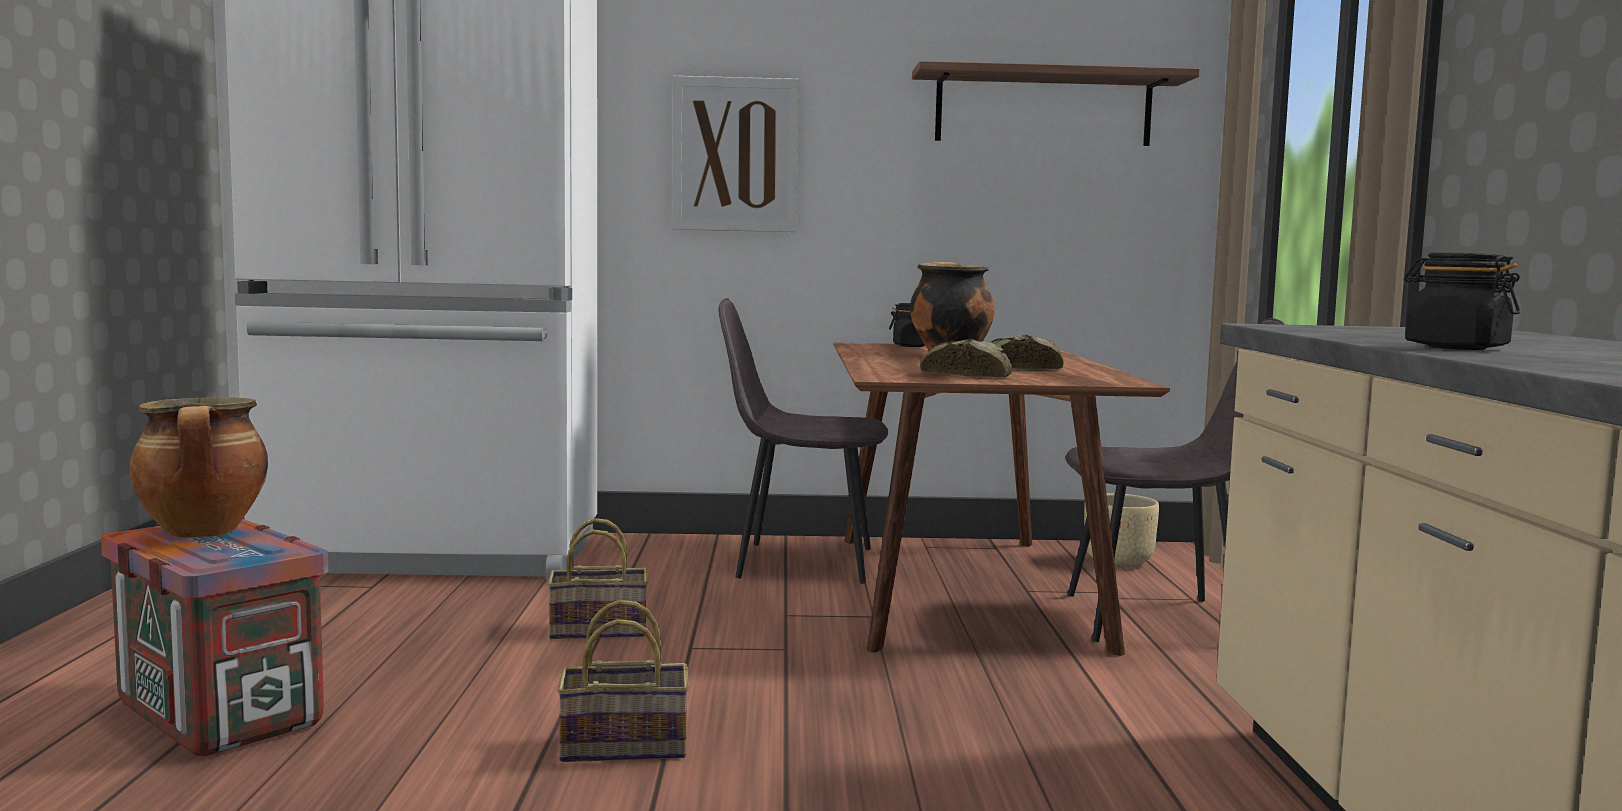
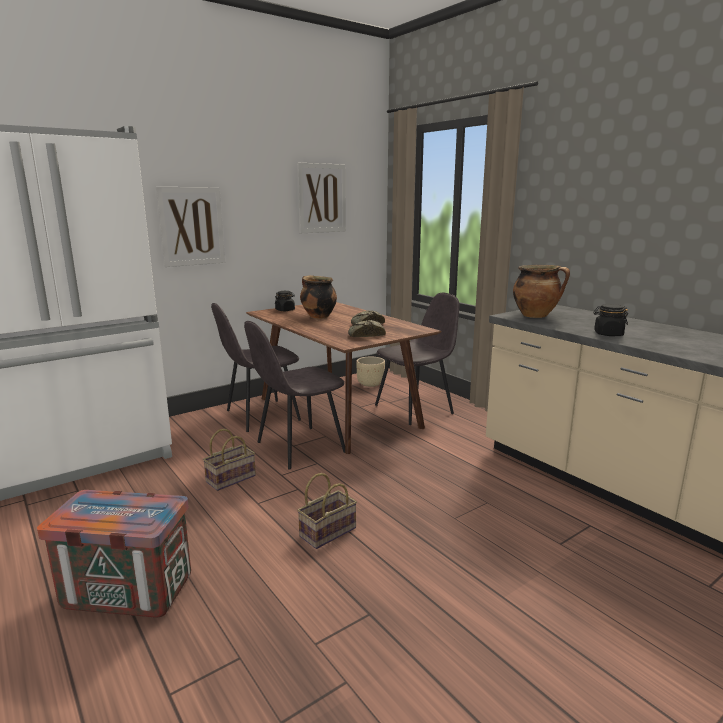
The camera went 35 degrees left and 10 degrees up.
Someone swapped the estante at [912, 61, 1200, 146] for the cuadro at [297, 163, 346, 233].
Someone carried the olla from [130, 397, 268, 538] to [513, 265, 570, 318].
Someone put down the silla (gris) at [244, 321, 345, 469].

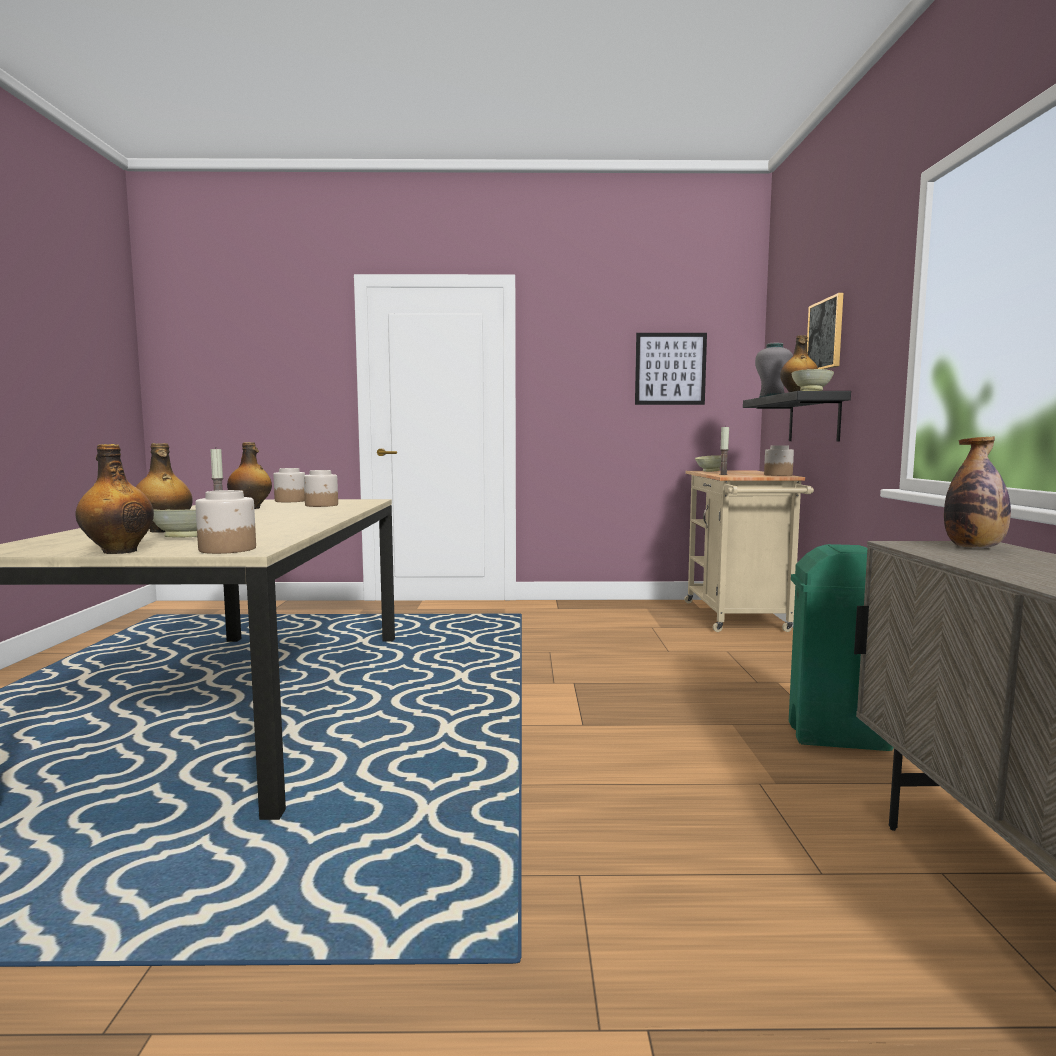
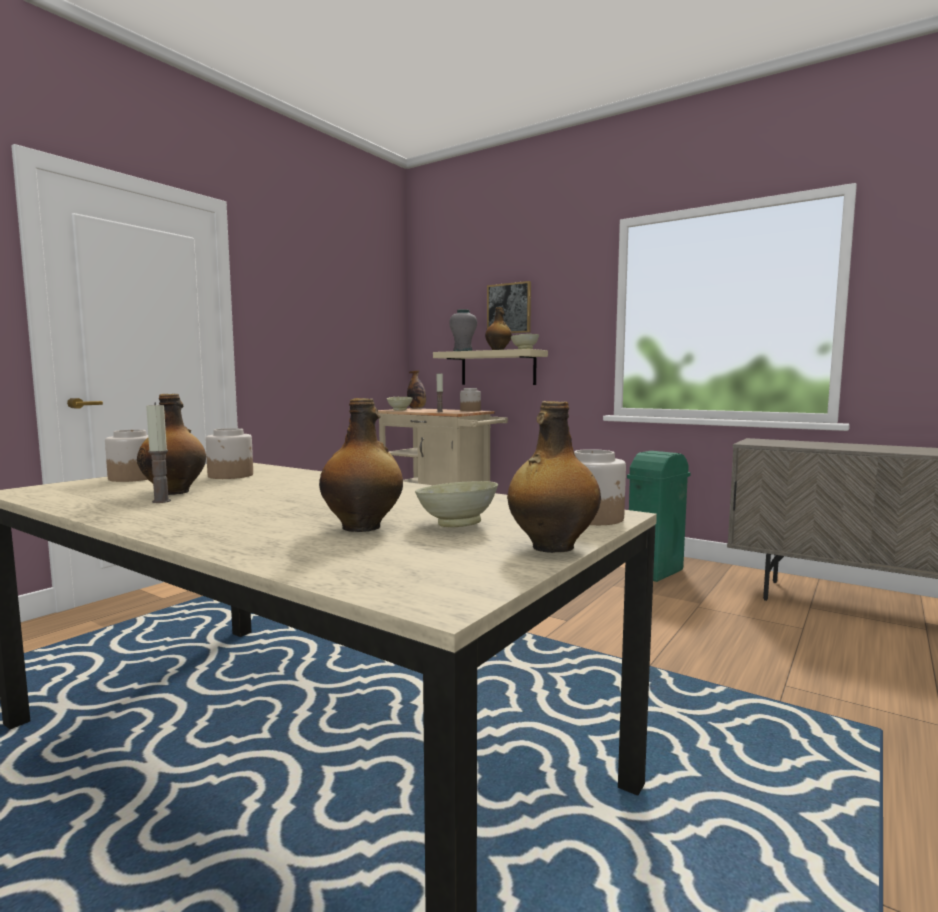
The camera went 55 degrees left and 0 degrees up.
Someone took away the cuadro at [635, 333, 707, 405].
Someone repainted the estante (negro) at [743, 391, 851, 442], which became the estante (beis) at [433, 349, 548, 385].
Someone carried the botella from [944, 437, 1011, 548] to [407, 371, 426, 409].

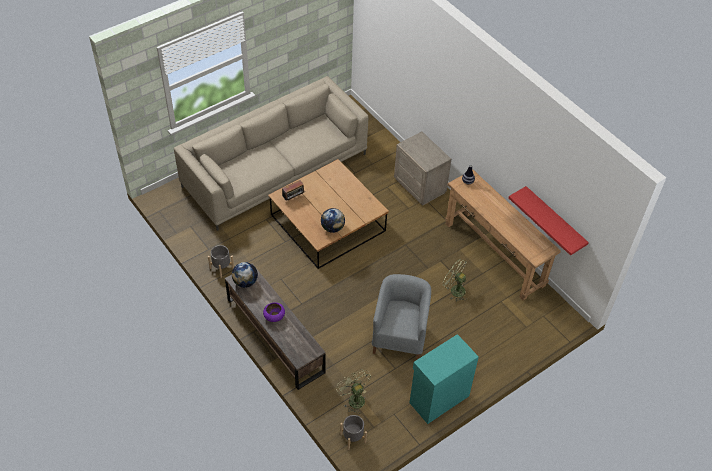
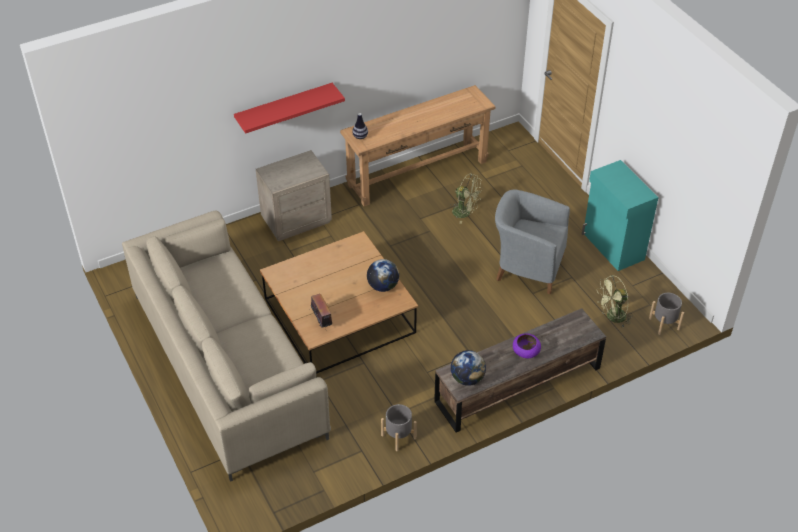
The camera went 80 degrees left and 5 degrees down.
Someone carried the estante (rojo) from [509, 186, 589, 255] to [234, 83, 345, 134].
Someone rotated the ventilador (verde) at [442, 259, 467, 301] by 105 degrees counterclockwise.

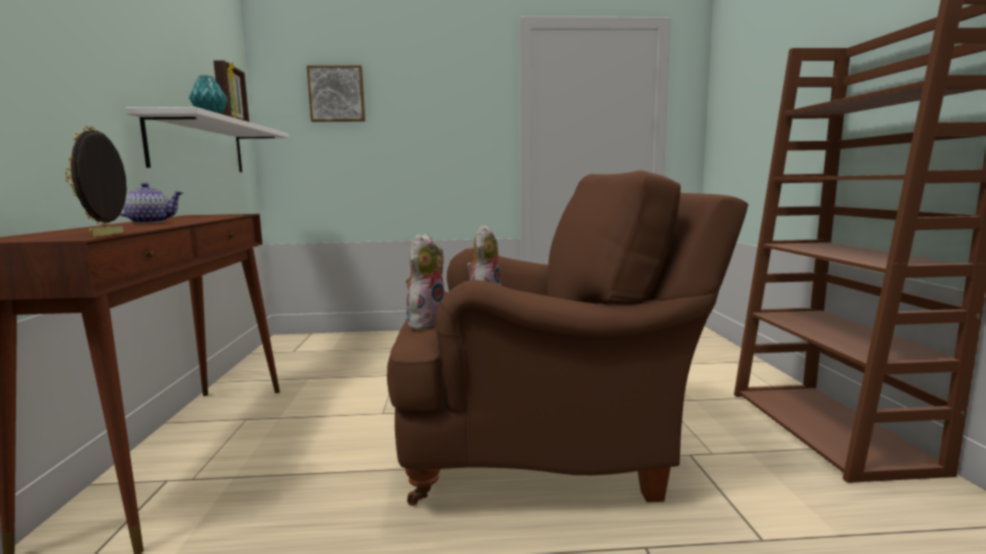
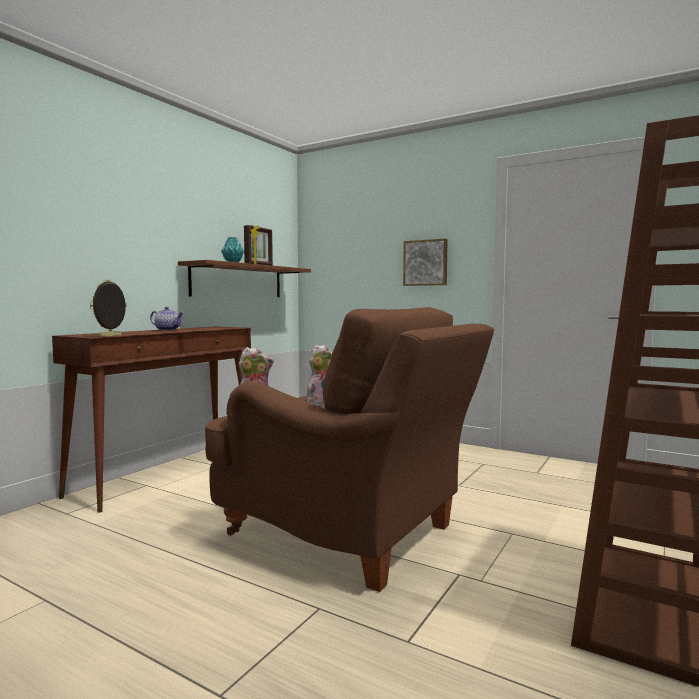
The camera went 35 degrees right and 5 degrees down.
Someone carried the cuadro from [307, 65, 365, 122] to [403, 238, 448, 286].
Someone repainted the estante (blanco) at [126, 107, 289, 172], which became the estante (marrón) at [178, 260, 311, 297].

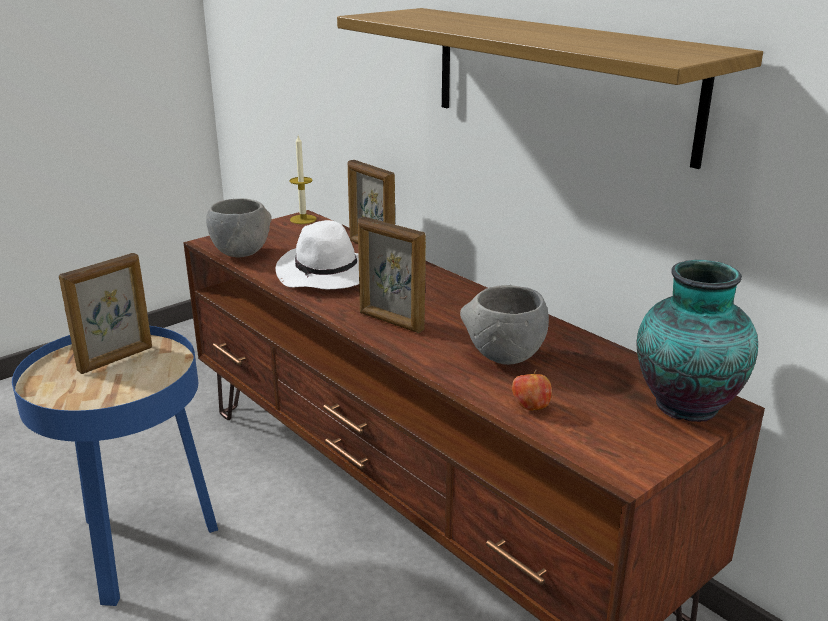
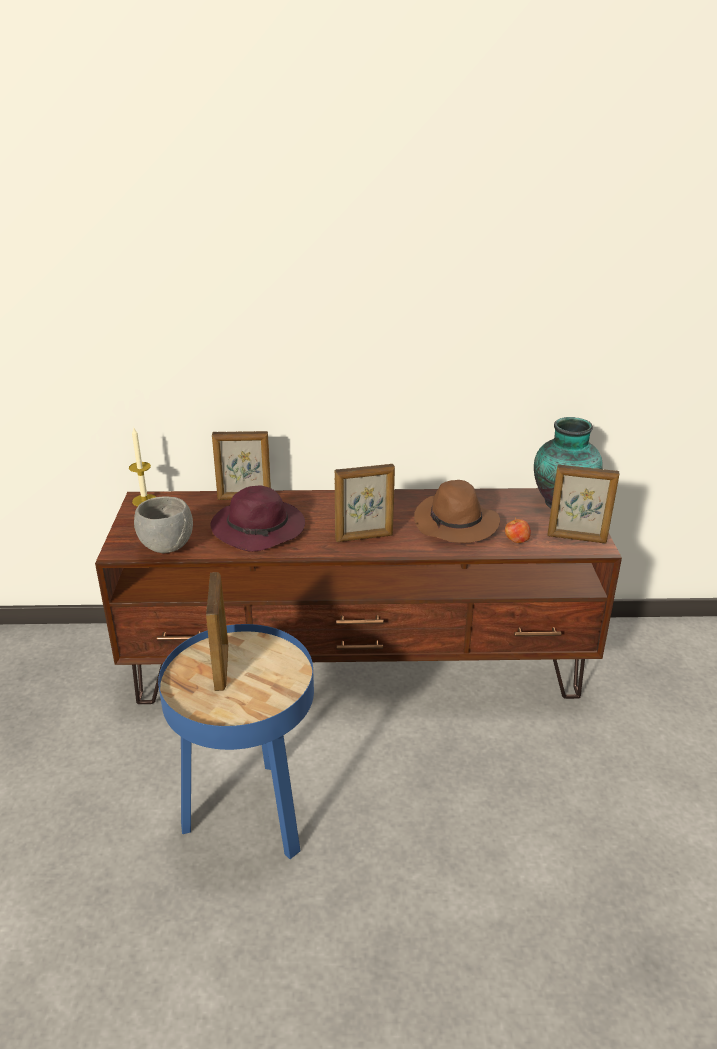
The camera went 50 degrees left and 5 degrees up.
Someone took away the estante at [337, 8, 763, 169].
Someone repainted the sombrero (blanco) at [275, 220, 359, 289], which became the sombrero (morado) at [211, 486, 305, 552].
Someone swapped the cuenco (gris) at [460, 285, 549, 365] for the sombrero (marrón) at [414, 480, 500, 543].
Someone put down the portarretratos at [548, 464, 619, 544].

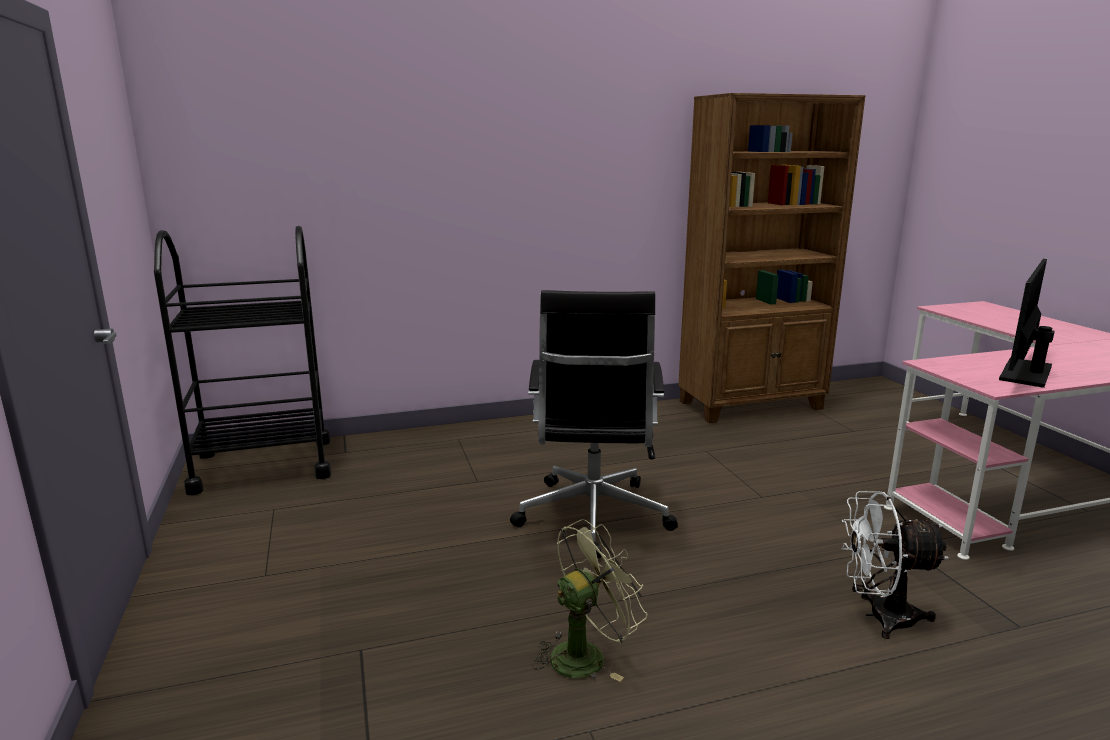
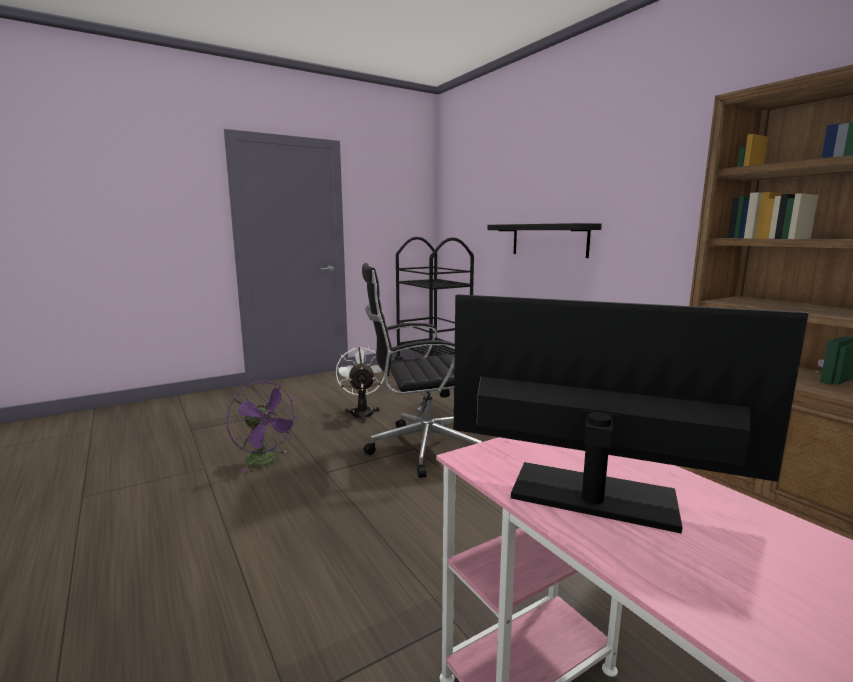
The camera went 75 degrees right and 5 degrees down.
Someone carried the ventilador (blanco) from [842, 491, 948, 639] to [336, 347, 384, 423].
Someone repainted the ventilador (verde) at [532, 519, 648, 682], which became the ventilador (morado) at [227, 381, 299, 473].
Someone put up the estante (negro) at [487, 223, 602, 258].

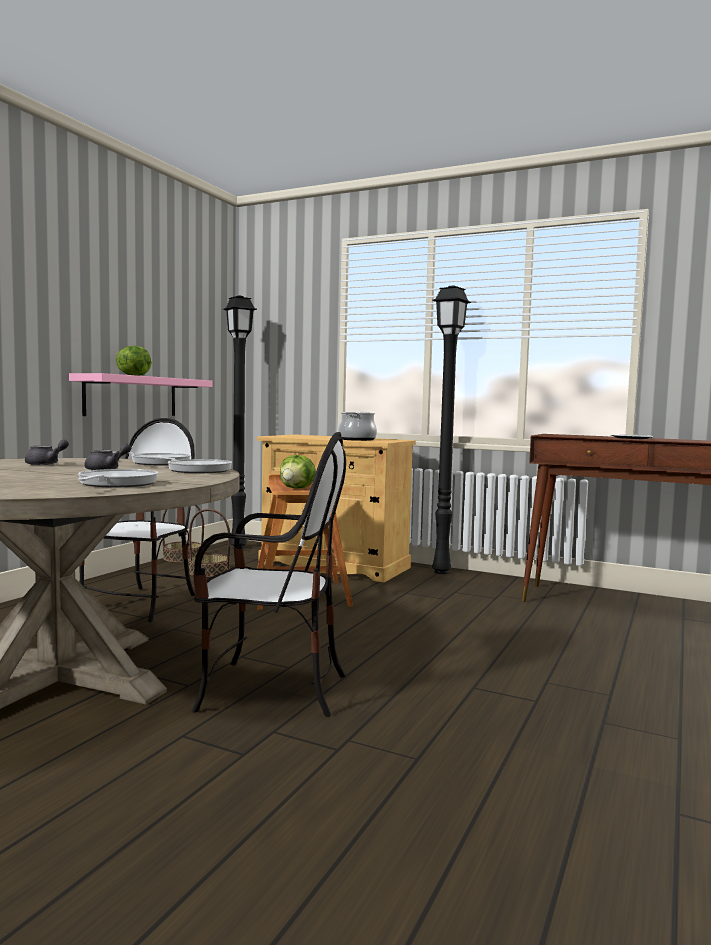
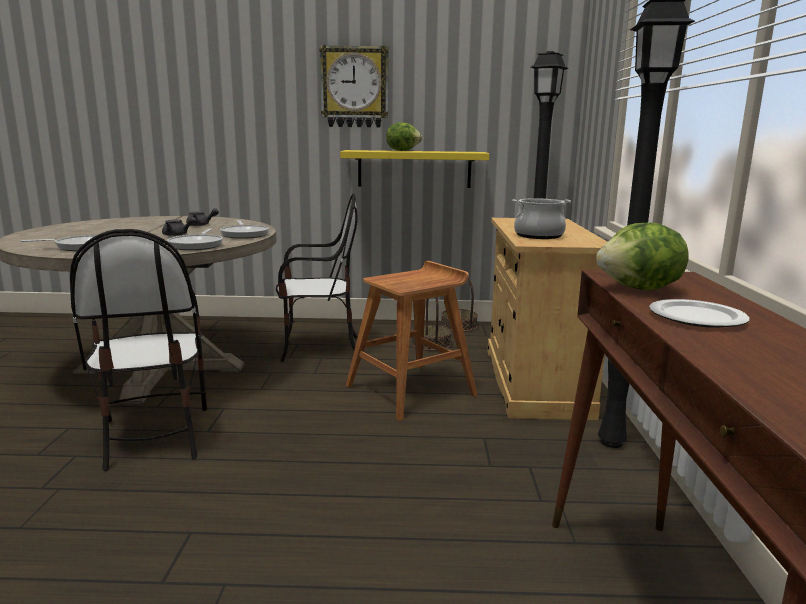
The camera went 65 degrees right and 10 degrees up.
Someone repainted the estante (rosa) at [69, 373, 213, 416], which became the estante (amarillo) at [340, 150, 489, 188].
Someone carried the lechuga from [280, 455, 316, 489] to [596, 223, 689, 291].
Someone put up the reloj de pared at [319, 45, 389, 128].

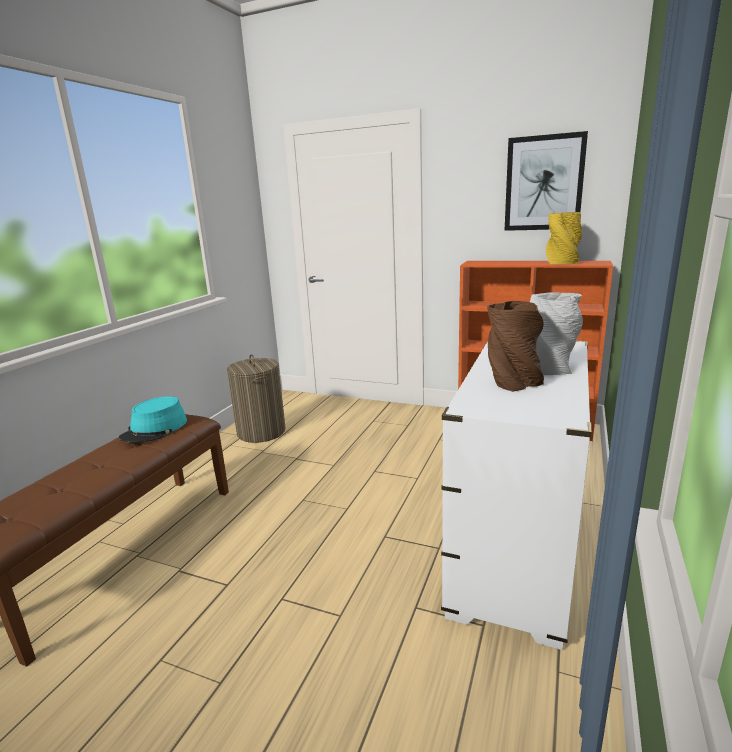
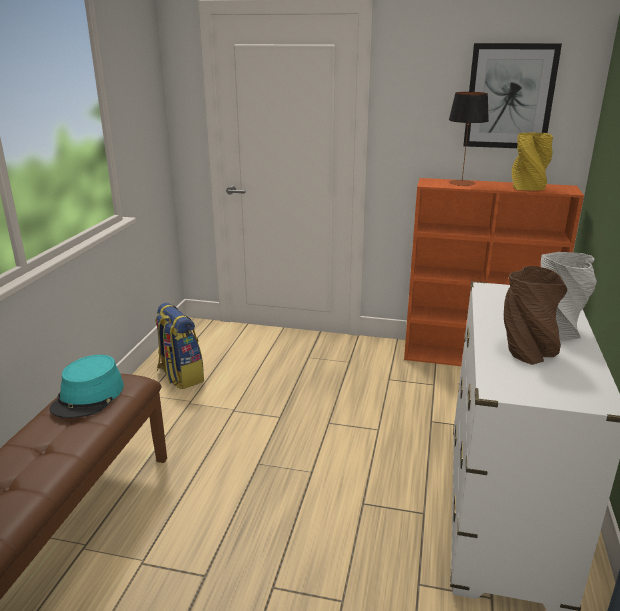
The camera went 10 degrees left and 5 degrees up.
Someone swapped the cesto de la ropa at [227, 354, 286, 443] for the mochila at [155, 303, 204, 389].
Someone put down the lámpara de mesa at [449, 92, 489, 186].

